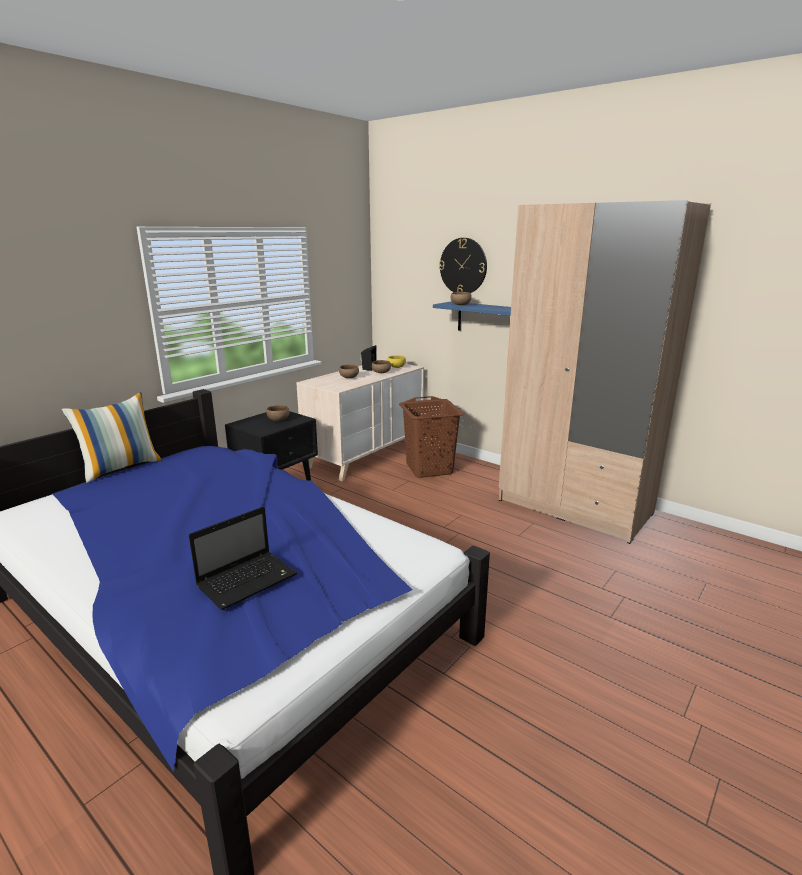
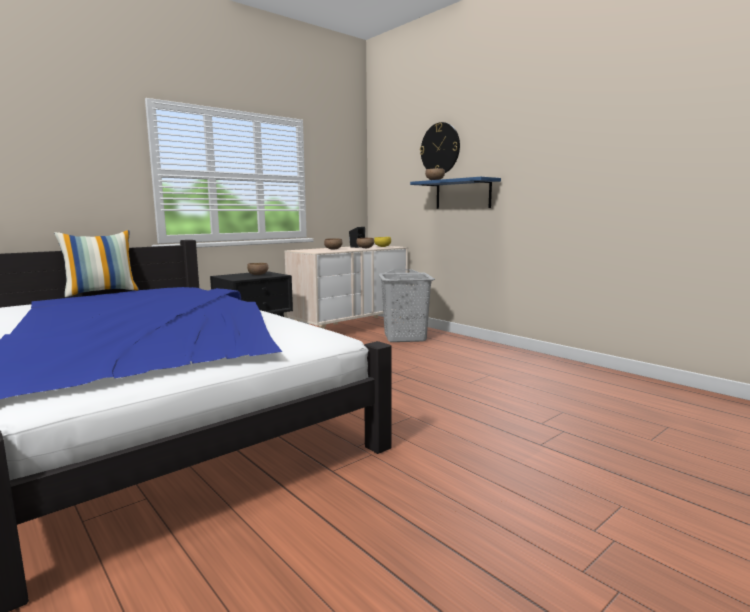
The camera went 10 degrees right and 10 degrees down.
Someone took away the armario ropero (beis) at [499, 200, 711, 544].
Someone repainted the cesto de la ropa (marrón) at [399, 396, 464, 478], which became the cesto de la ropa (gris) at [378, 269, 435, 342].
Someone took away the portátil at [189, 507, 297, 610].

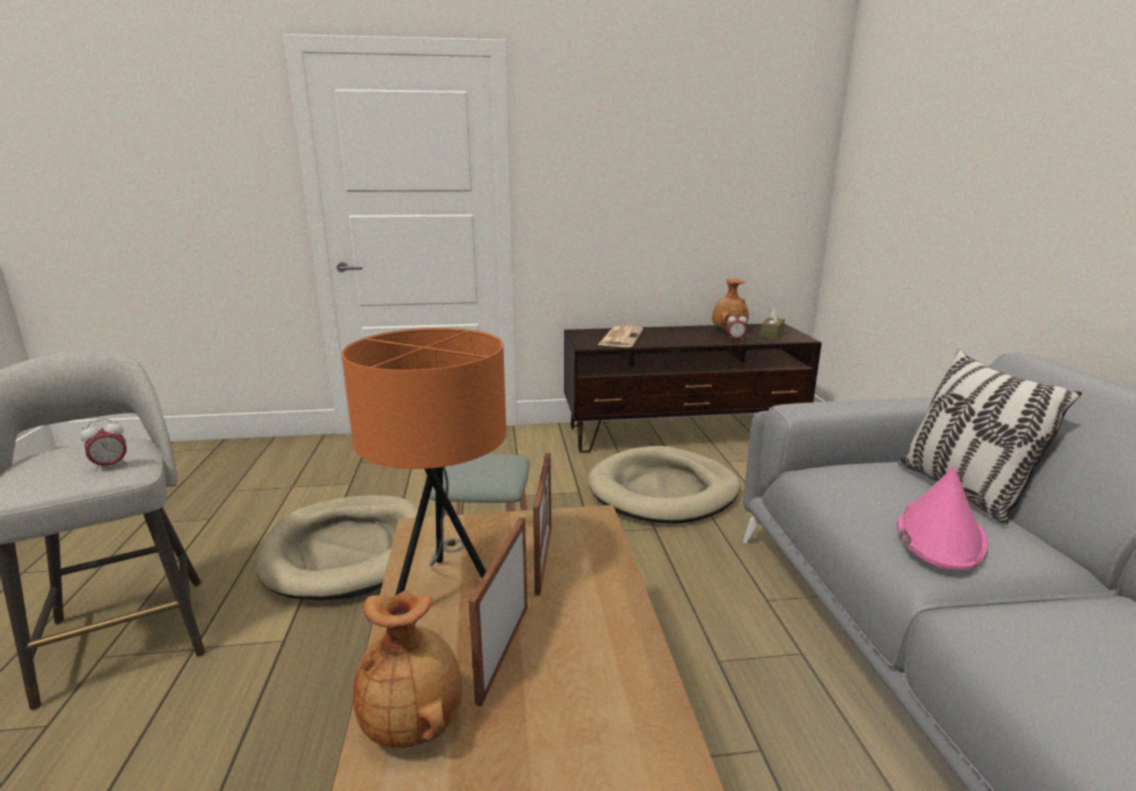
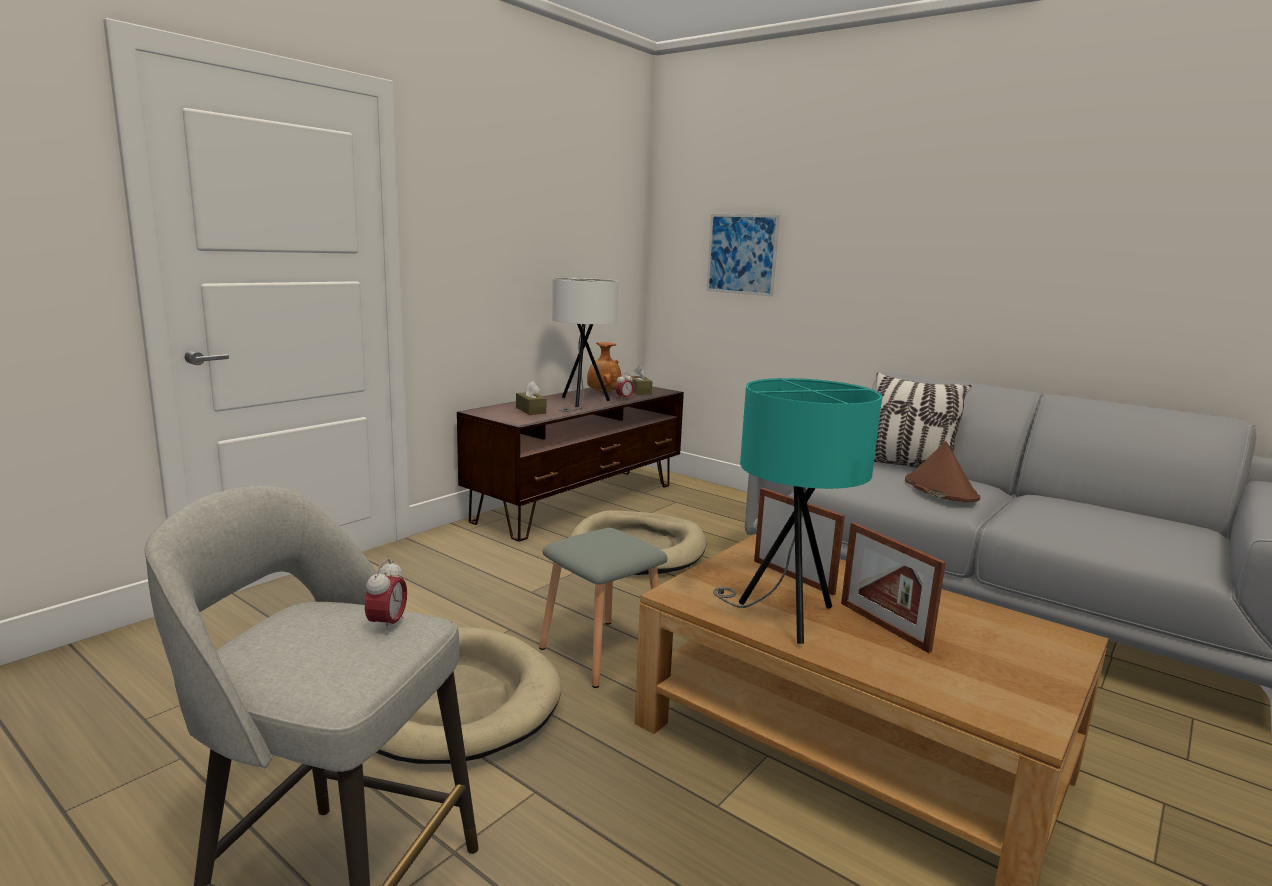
The camera went 45 degrees left and 5 degrees down.
Someone swapped the periódico at [598, 326, 643, 347] for the caja de pañuelos (marrón) at [516, 381, 546, 415].
Someone repainted the lámpara de mesa (naranja) at [342, 328, 506, 596], which became the lámpara de mesa (turquesa) at [713, 378, 882, 644].
Someone repainted the sombrero (rosa) at [897, 467, 988, 570], which became the sombrero (marrón) at [905, 441, 980, 502].
Someone took away the florero (marrón) at [353, 590, 462, 748].
Someone put up the cuadro at [706, 214, 780, 296].
Someone put down the lámpara de mesa (blanco) at [552, 278, 619, 412].

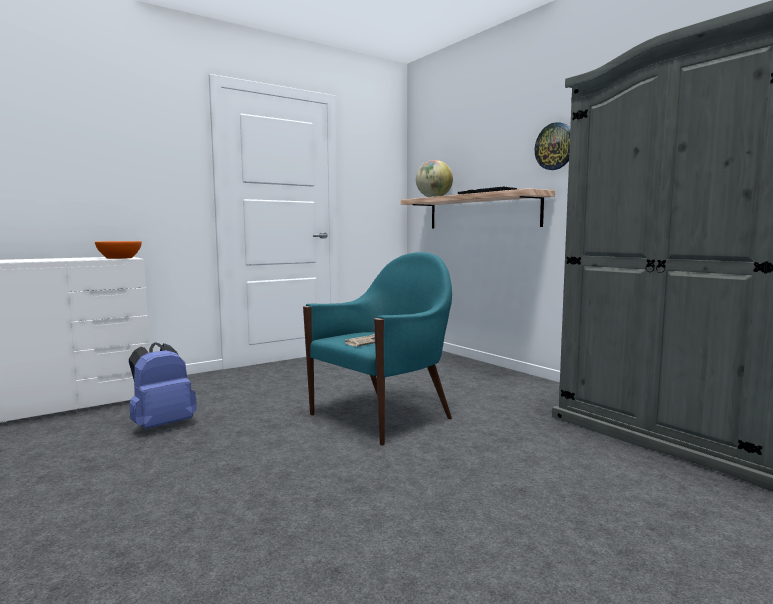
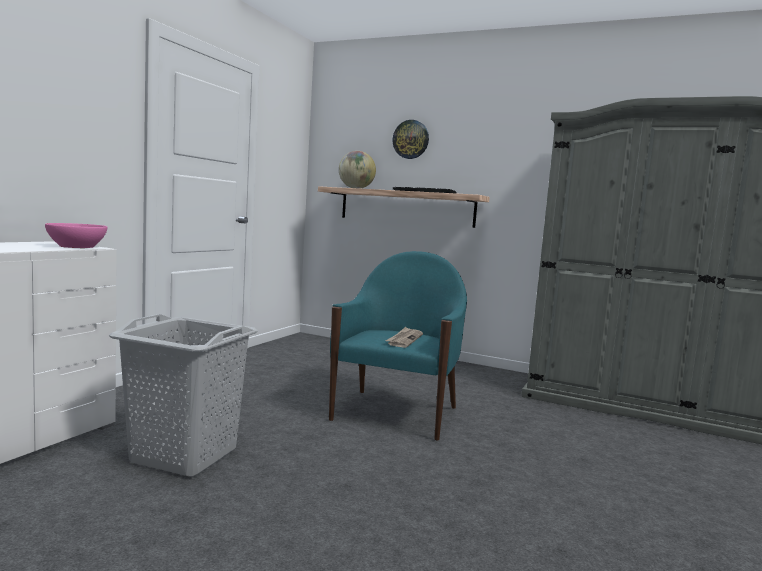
The camera went 30 degrees left and 0 degrees up.
Someone carried the reloj de pared from [535, 122, 570, 170] to [393, 120, 429, 159].
Someone repainted the cuenco (naranja) at [95, 241, 142, 259], which became the cuenco (rosa) at [45, 223, 108, 248].
Someone swapped the mochila (azul) at [129, 342, 197, 429] for the cesto de la ropa (gris) at [109, 314, 258, 477].

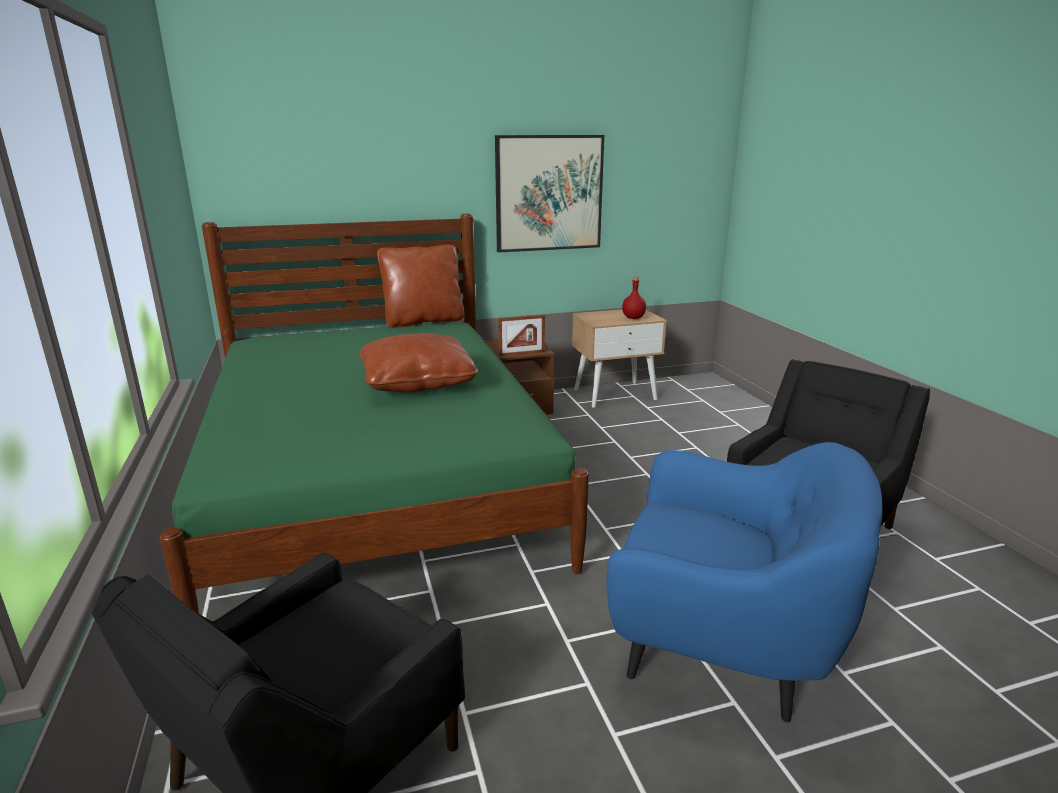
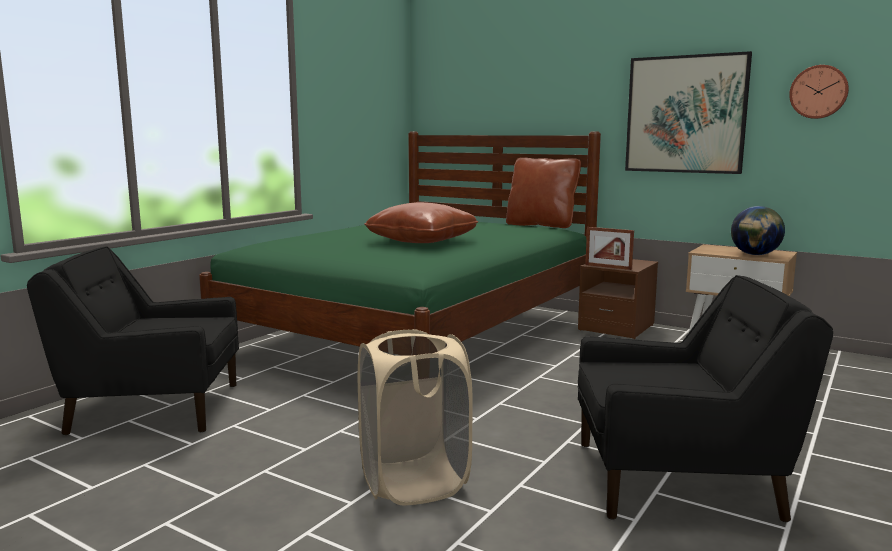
The camera went 50 degrees right and 10 degrees down.
Someone swapped the botella (rojo) at [622, 276, 646, 319] for the globo terráqueo at [731, 206, 785, 255].
Someone swapped the sillón (azul) at [607, 442, 882, 722] for the cesto de la ropa (beis) at [358, 329, 473, 505].
Someone put up the reloj de pared at [789, 65, 849, 119].

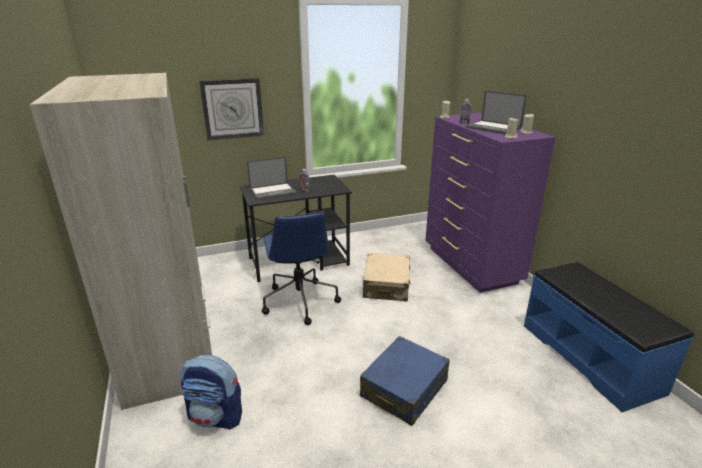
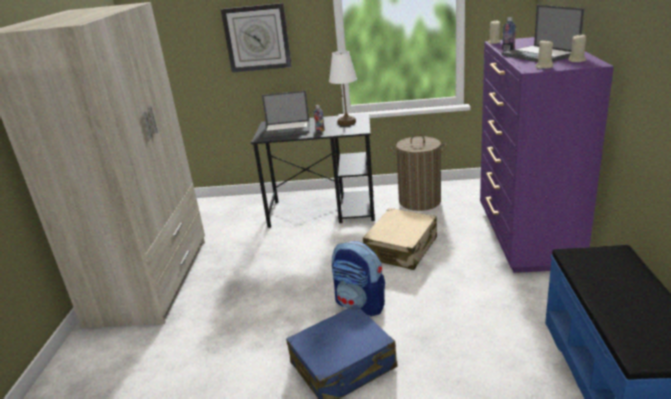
The camera went 25 degrees right and 0 degrees up.
Someone took away the silla de oficina (azul) at [262, 211, 341, 325].
Someone carried the mochila from [180, 355, 242, 430] to [332, 241, 385, 317].
Someone put down the lámpara de mesa (blanco) at [329, 51, 357, 126].
Someone put down the cesto de la ropa at [391, 134, 446, 211].

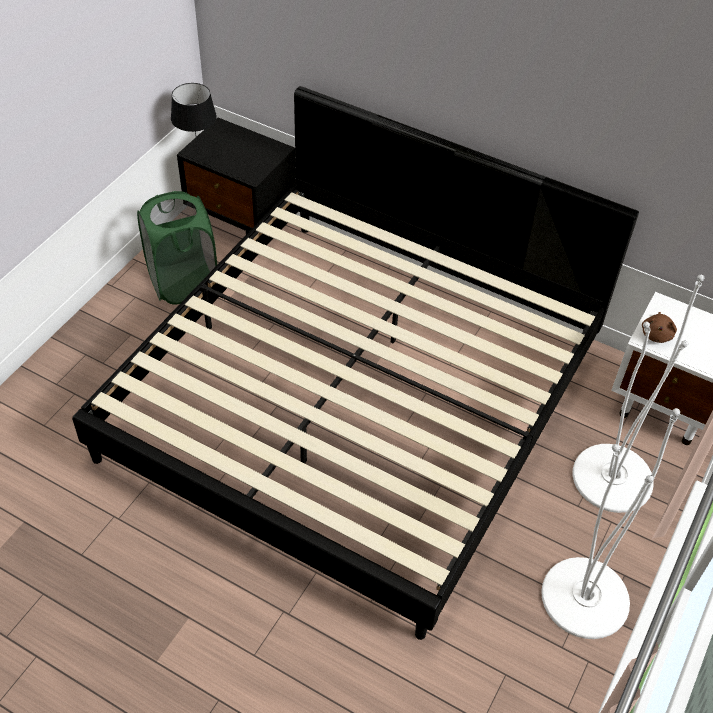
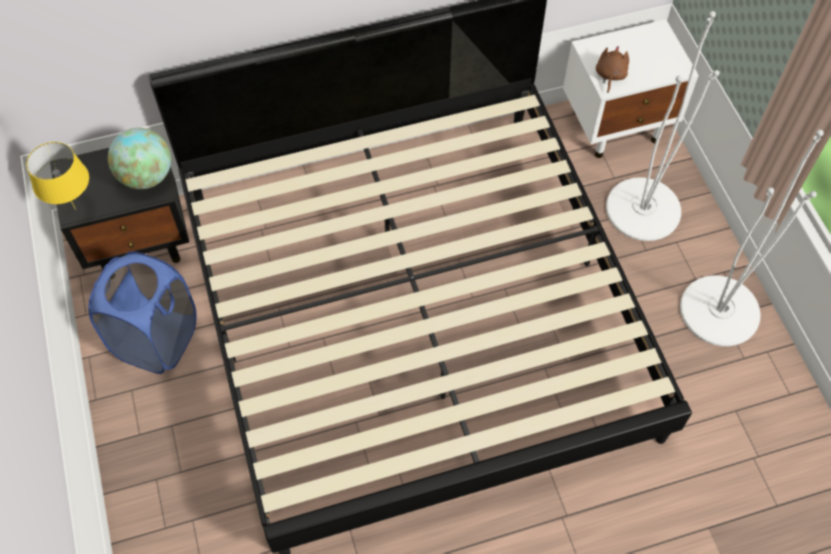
The camera went 45 degrees left and 10 degrees up.
Someone repainted the lámpara de mesa (negro) at [171, 83, 217, 151], which became the lámpara de mesa (amarillo) at [26, 142, 89, 210].
Someone repainted the cesto de la ropa (verde) at [137, 191, 217, 305], which became the cesto de la ropa (azul) at [89, 251, 196, 374].
Someone rotated the peluche (marrón) at [642, 312, 677, 343] by 135 degrees counterclockwise.
Someone put down the globo terráqueo at [108, 128, 171, 189].

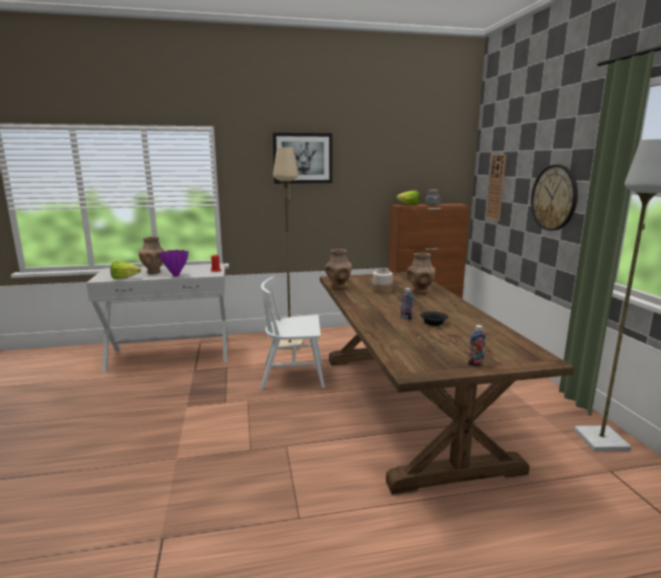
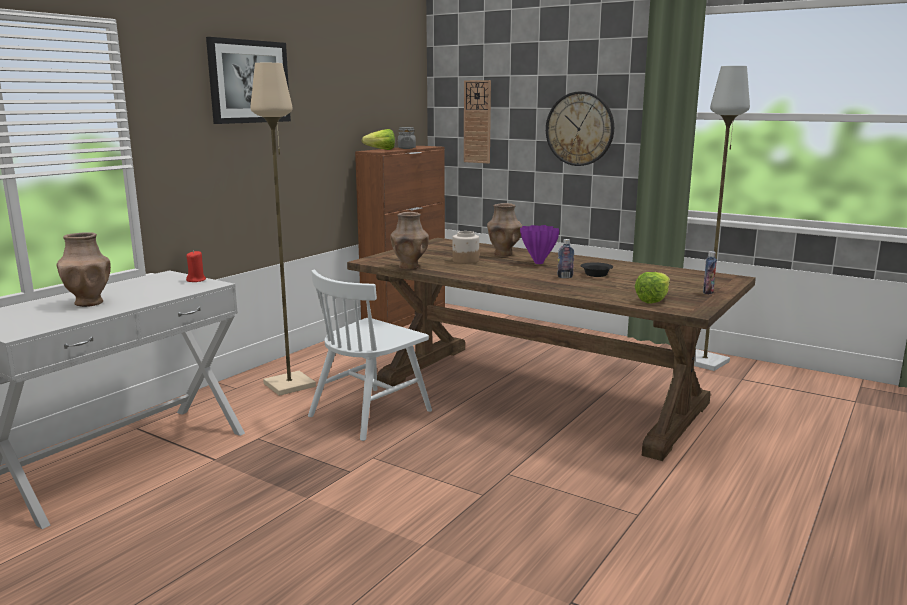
The camera went 45 degrees left and 0 degrees up.
Someone carried the florero (morado) from [160, 250, 188, 277] to [520, 225, 559, 264].
Someone carried the lechuga from [110, 261, 141, 279] to [635, 272, 670, 303].

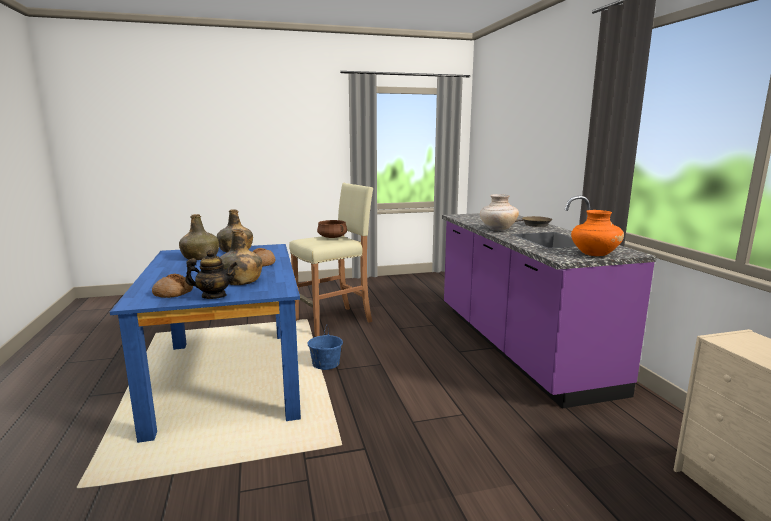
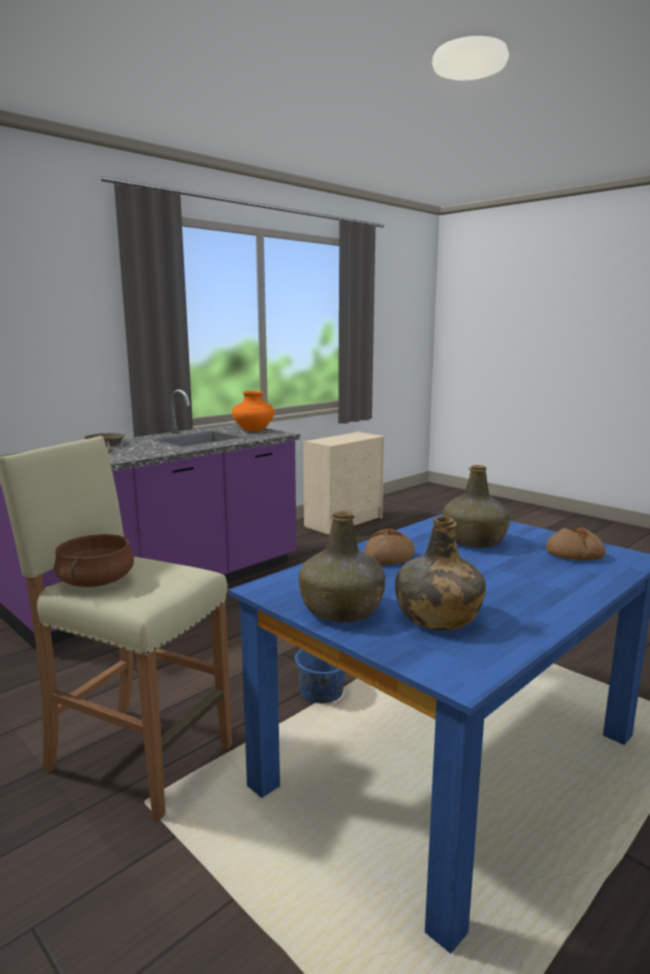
The camera went 120 degrees left and 0 degrees up.
Someone took away the florero (beis) at [480, 194, 519, 231].
Someone took away the tetera at [185, 250, 238, 299].

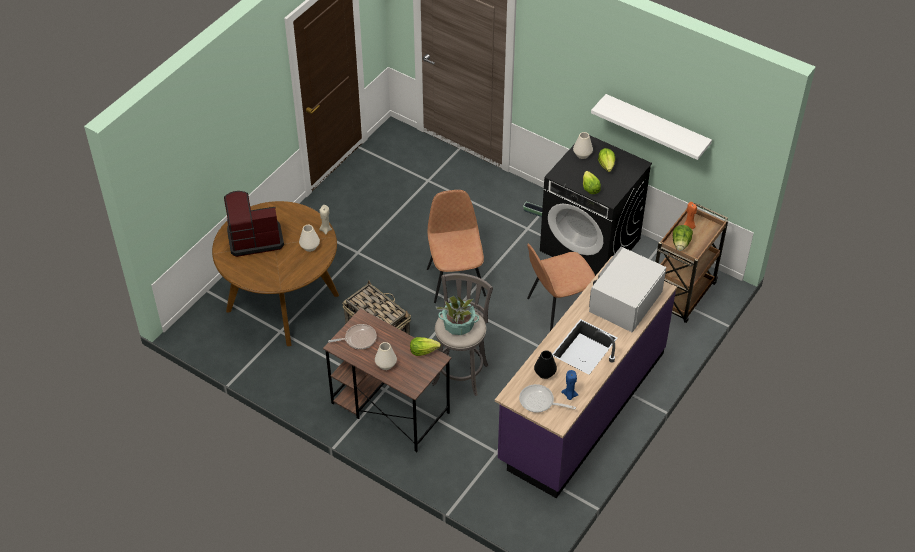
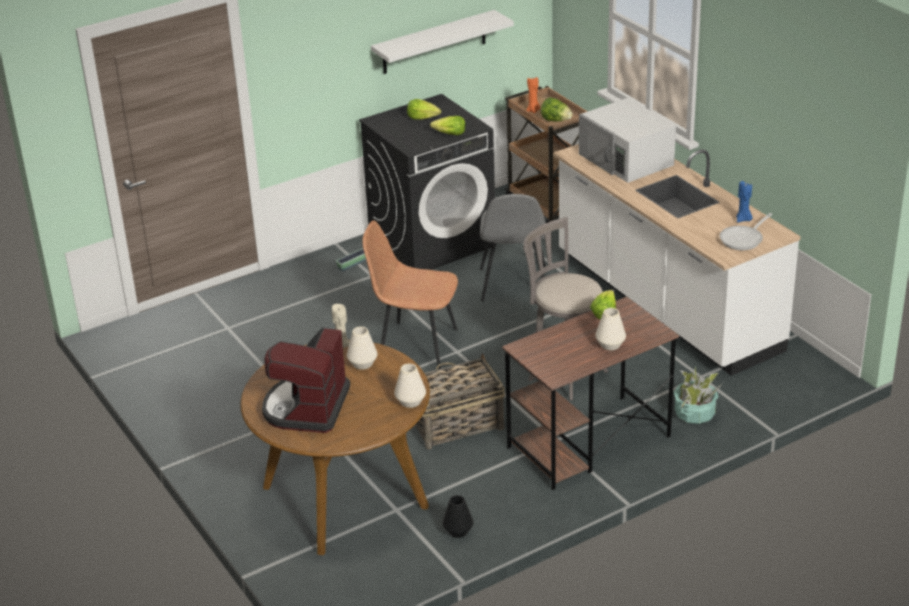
The camera went 65 degrees left and 15 degrees down.
Someone carried the florero (blanco) from [573, 132, 593, 159] to [394, 364, 426, 408].
Someone repainted the silla (marrón) at [527, 244, 595, 331], which became the silla (gris) at [480, 194, 546, 302].
Someone repainted the mueble bajo de cocina (morado) at [495, 256, 677, 498], which became the mueble bajo de cocina (blanco) at [554, 144, 801, 376].
Someone carried the planta en maceta from [436, 296, 479, 335] to [674, 367, 724, 424].
Someone took away the sartén at [328, 324, 377, 349].
Someone carried the florero (negro) from [534, 350, 557, 379] to [443, 495, 473, 538].

